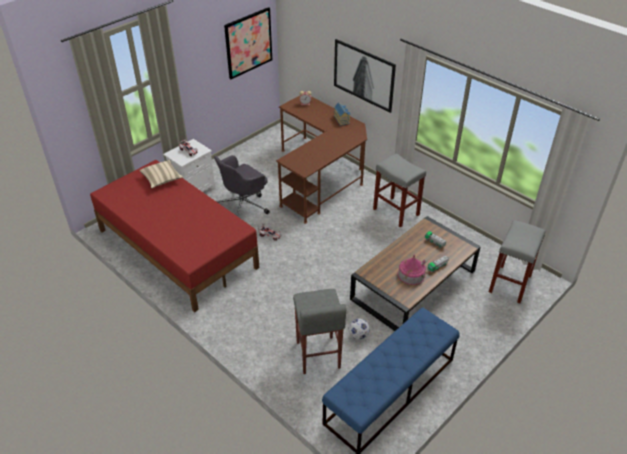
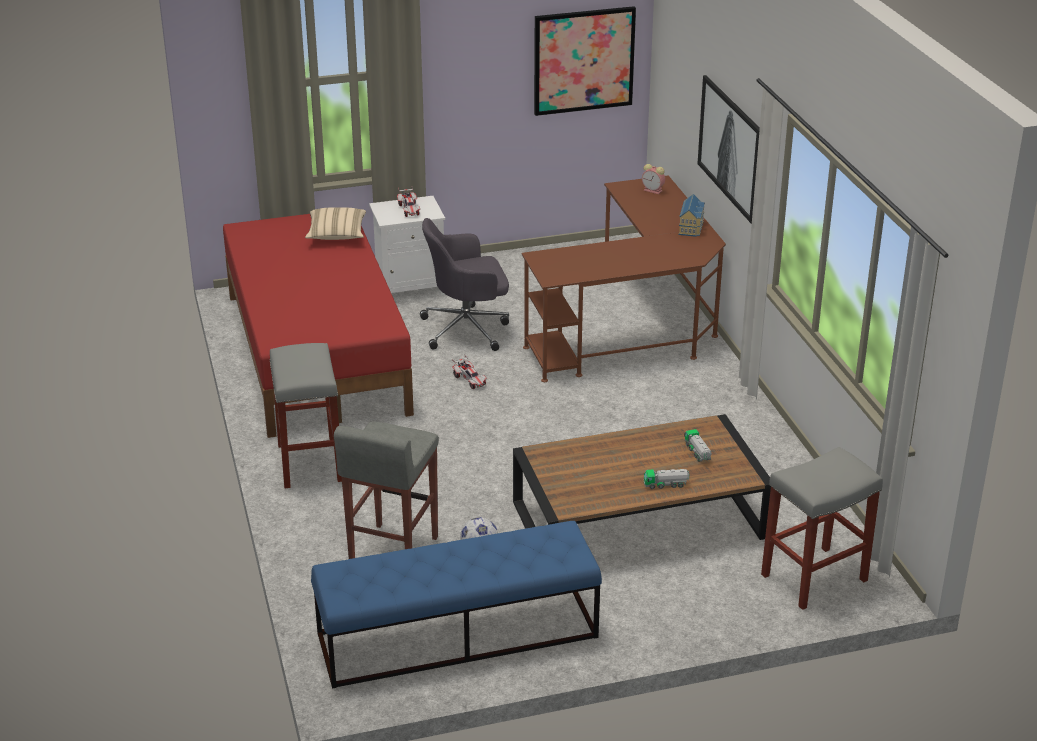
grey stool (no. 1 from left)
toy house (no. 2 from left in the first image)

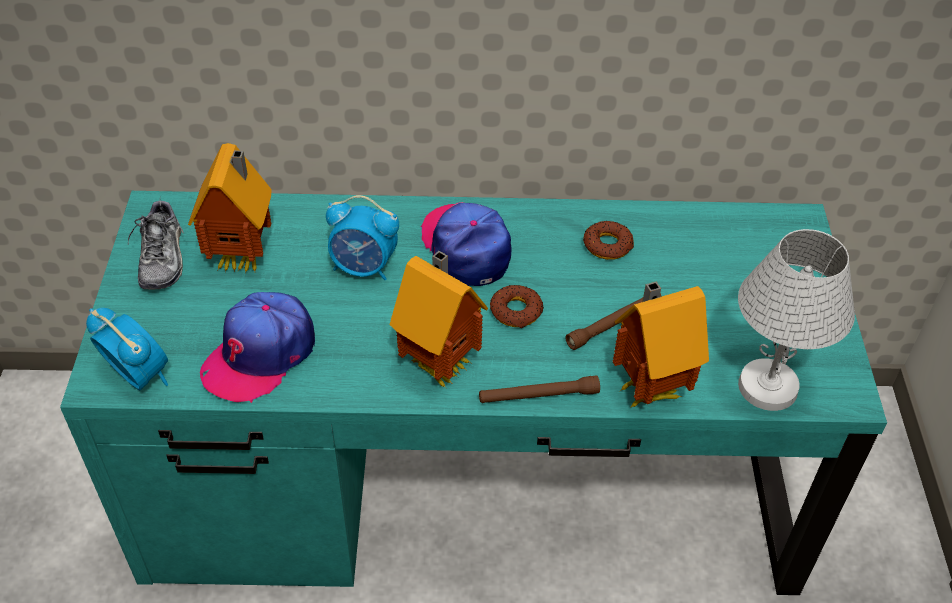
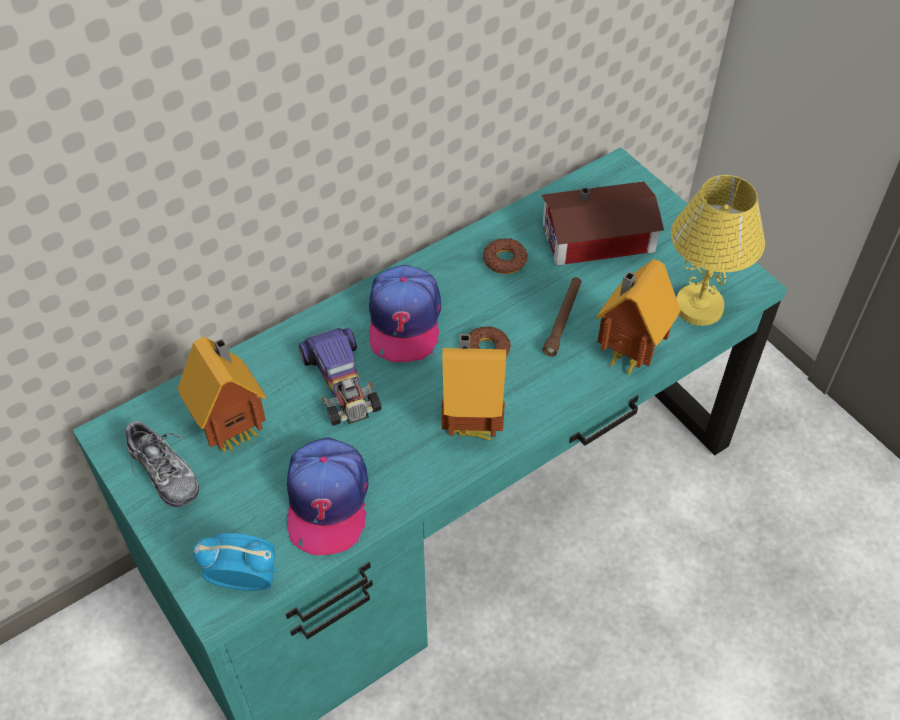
toy car
cap (no. 2 from left)
yellow table lamp
brown flashlight (no. 1 from left in the first image)
toy house (no. 3 from left)

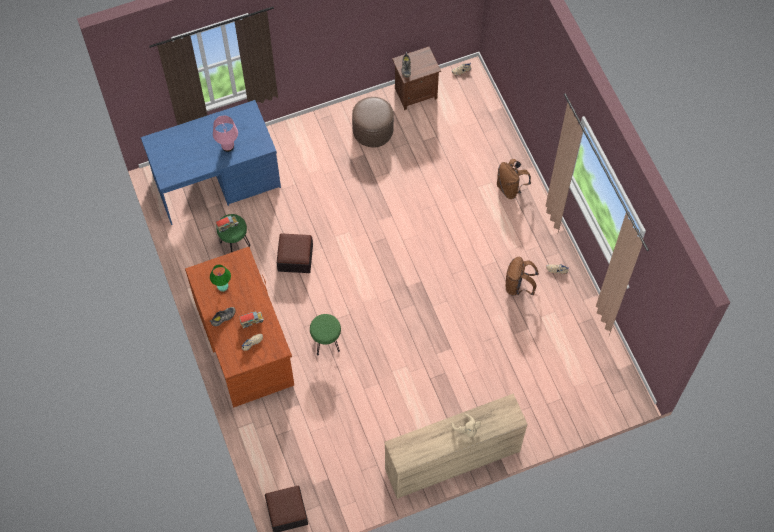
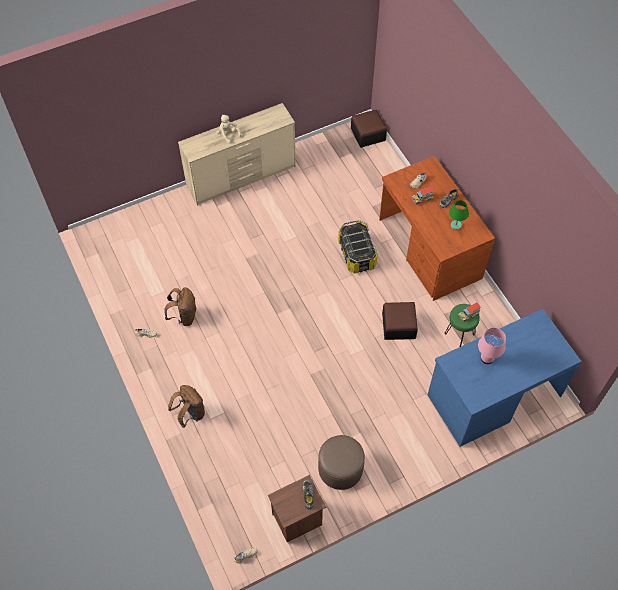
storage box

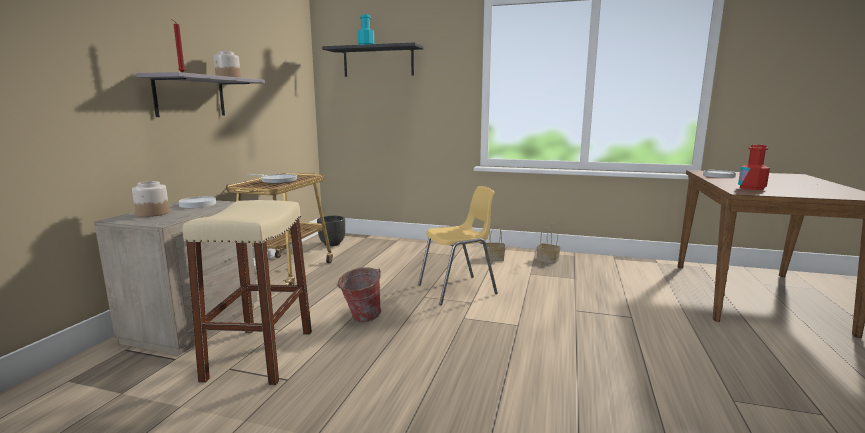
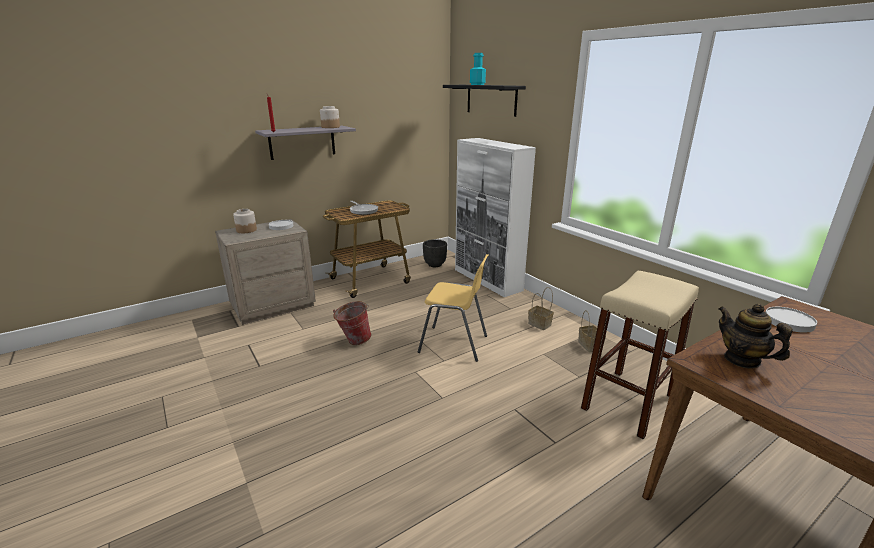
teapot
beige stool
white cabinet

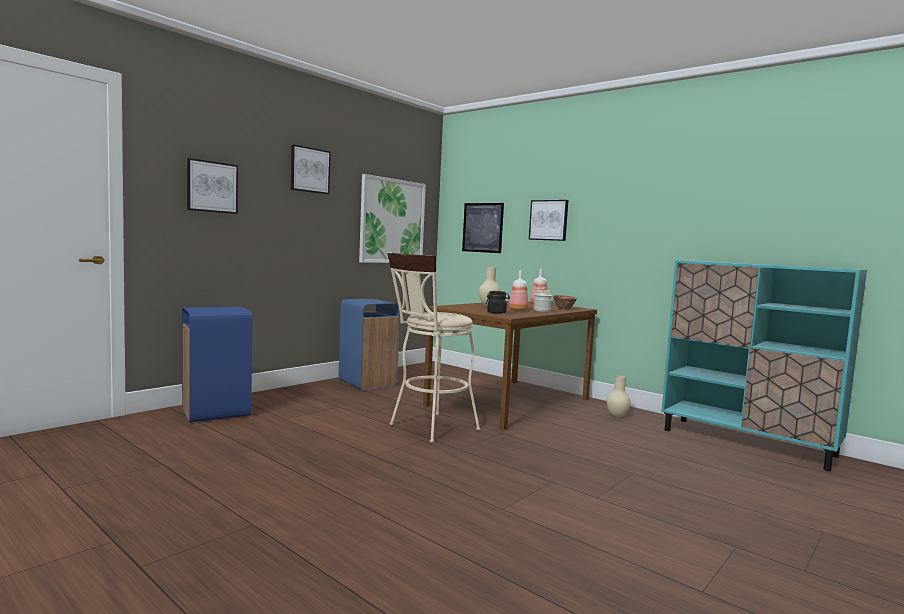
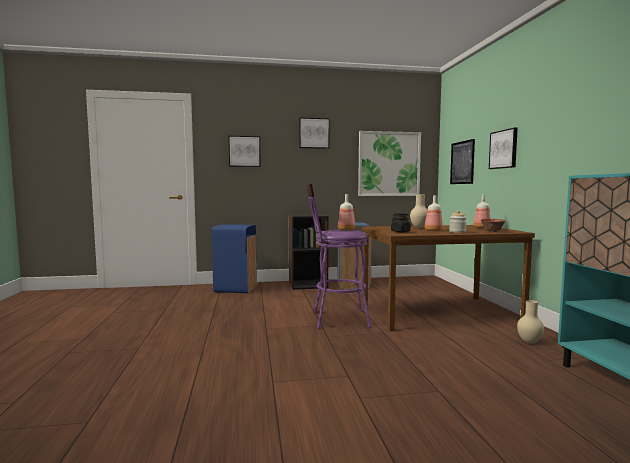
purple stool
bottle (no. 1 from left)
black bookcase

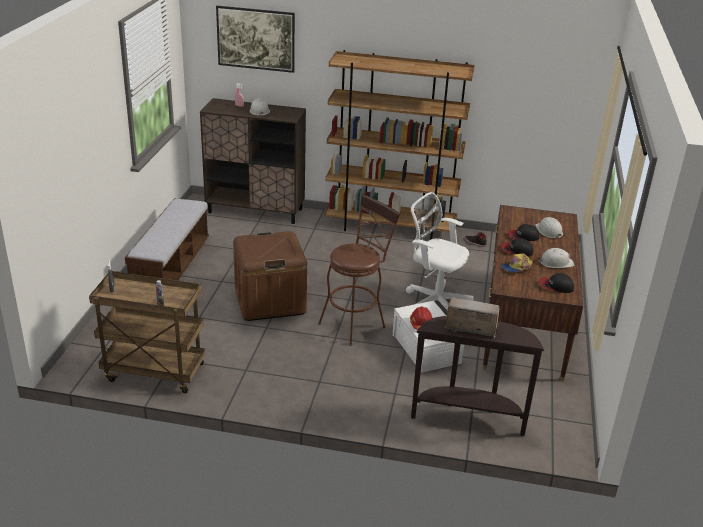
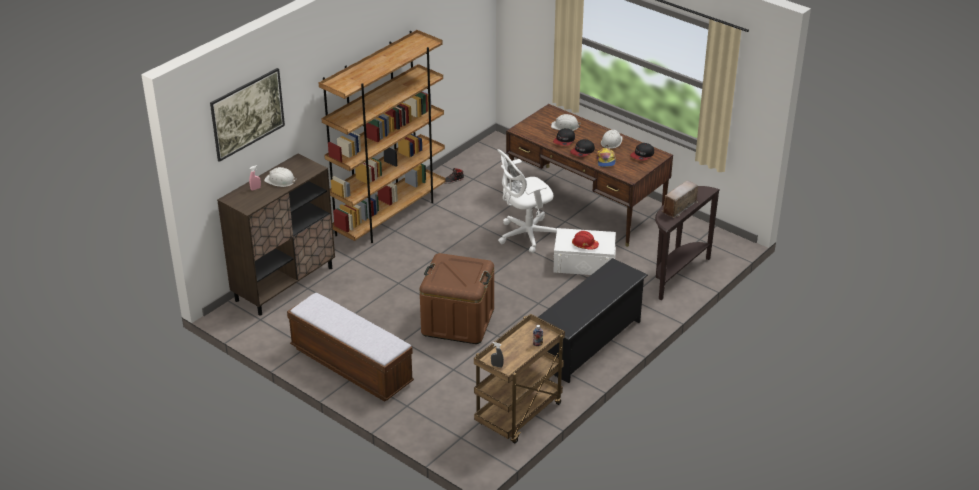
brown stool
black shoe rack

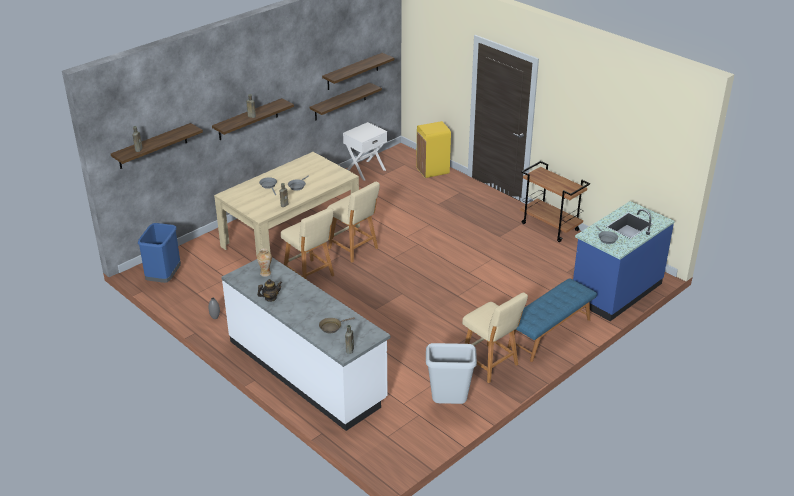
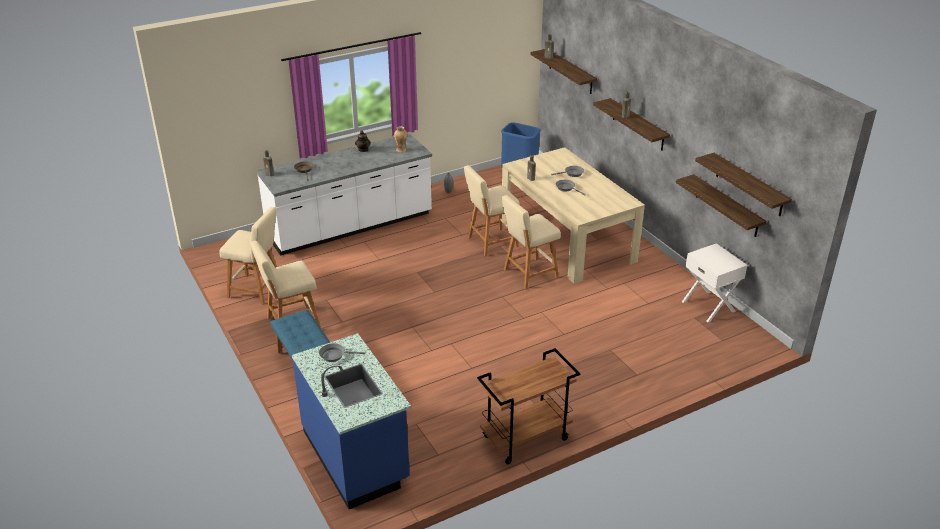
yellow trash can
beige stool (no. 1 from left)

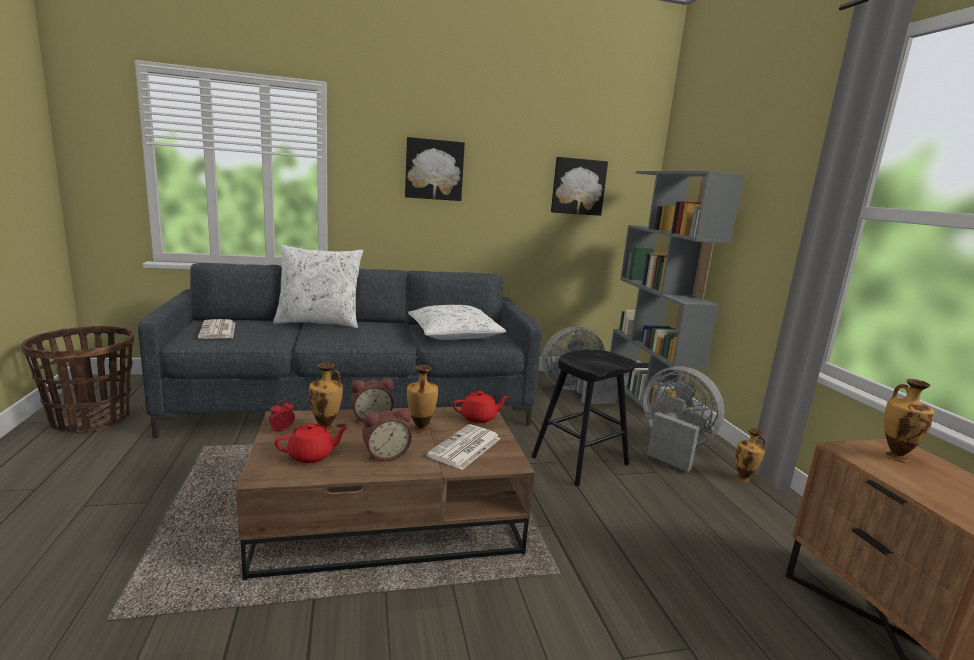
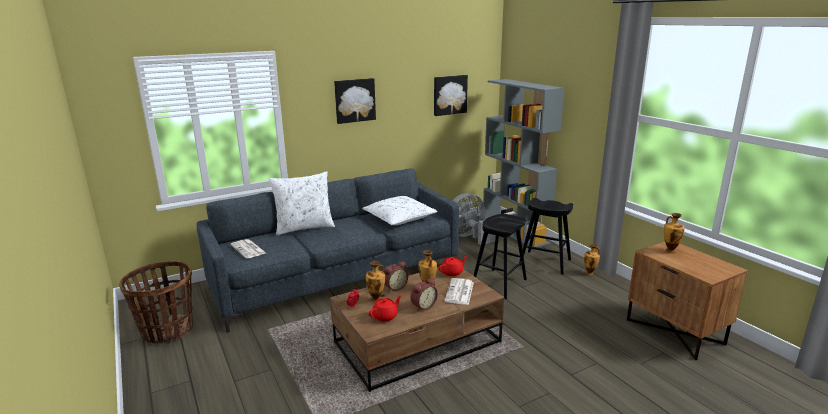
black stool (no. 2 from left)

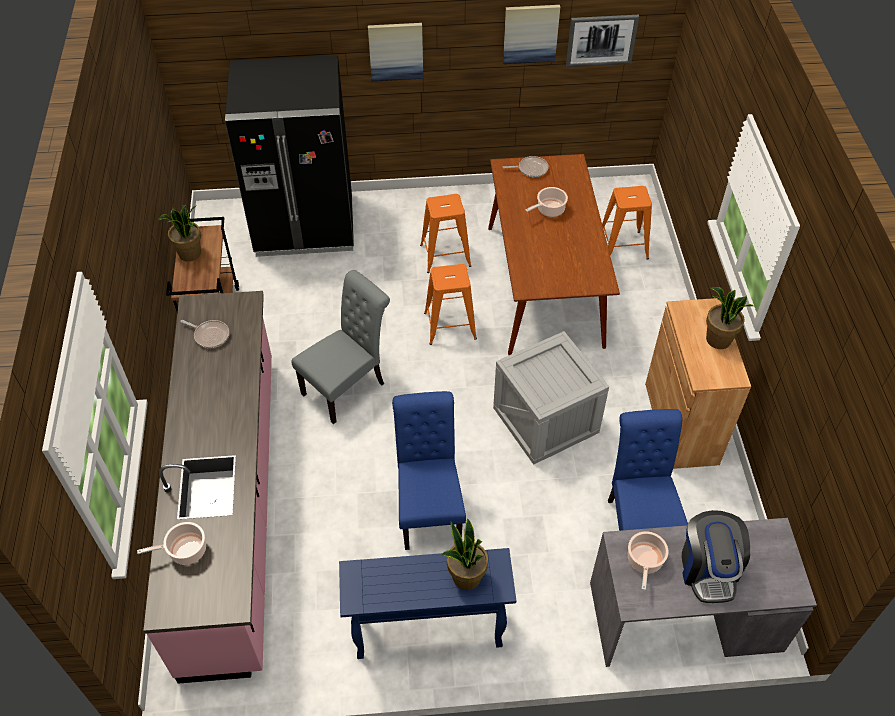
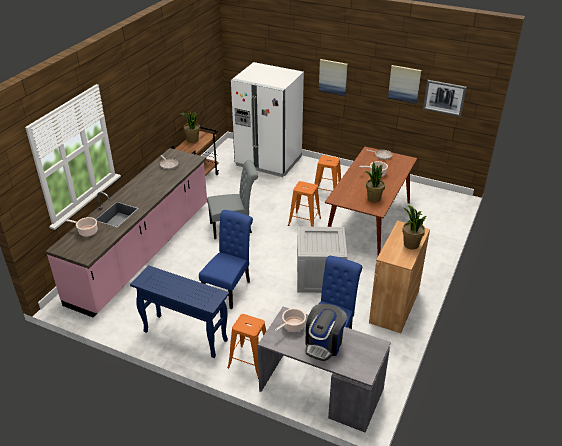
white fridge
orange stool (no. 1 from left)
potted plant (no. 2 from left)

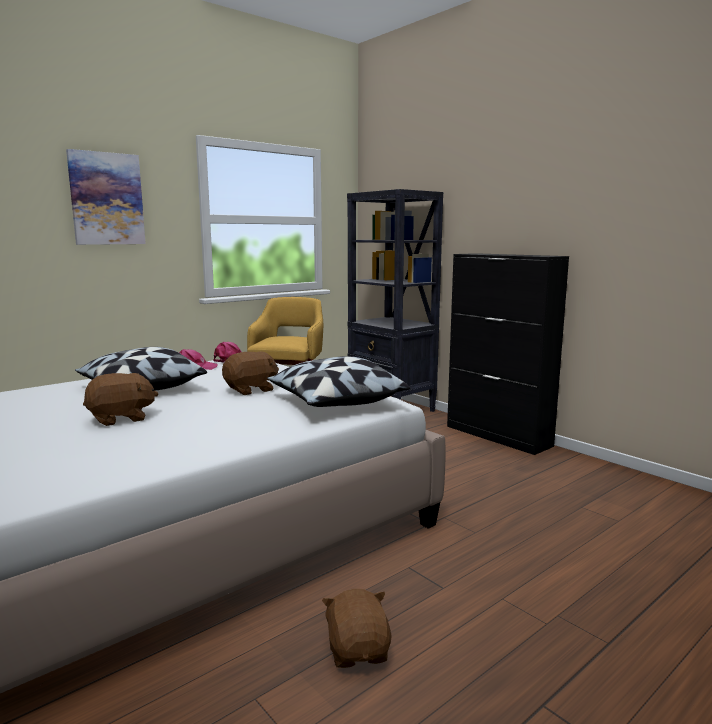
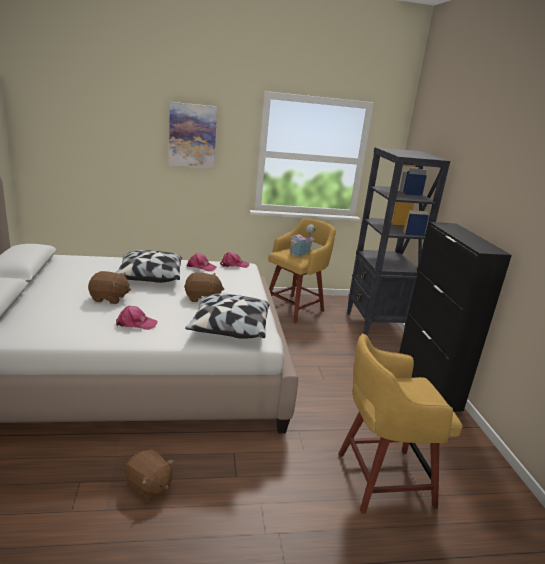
brown plush toy (no. 2 from left)
toy house
pink cap (no. 1 from left)
yellow stool (no. 2 from left)

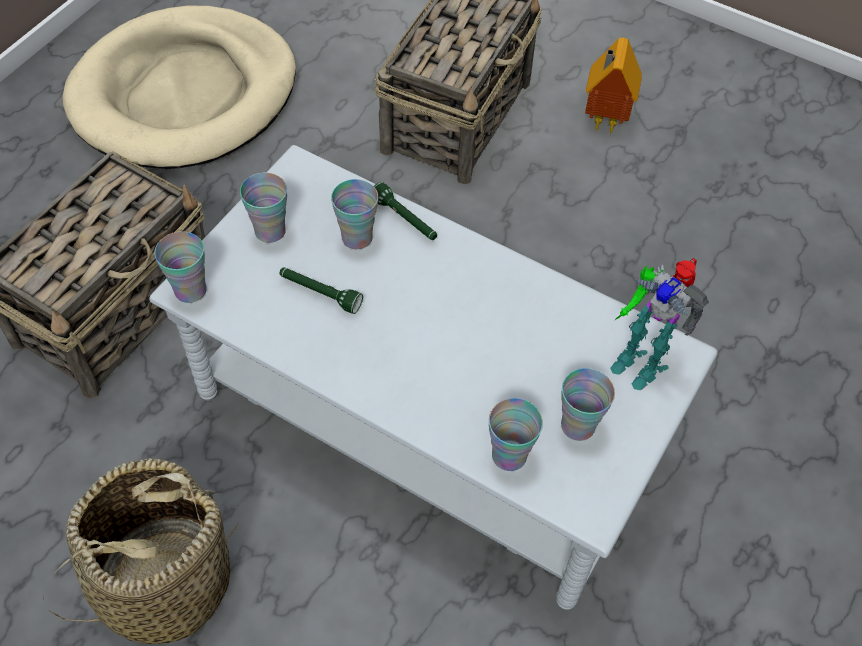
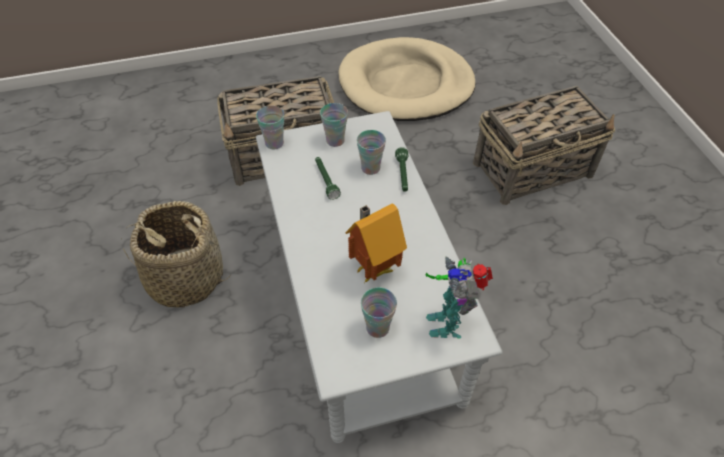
toy house
cup (no. 4 from left in the first image)

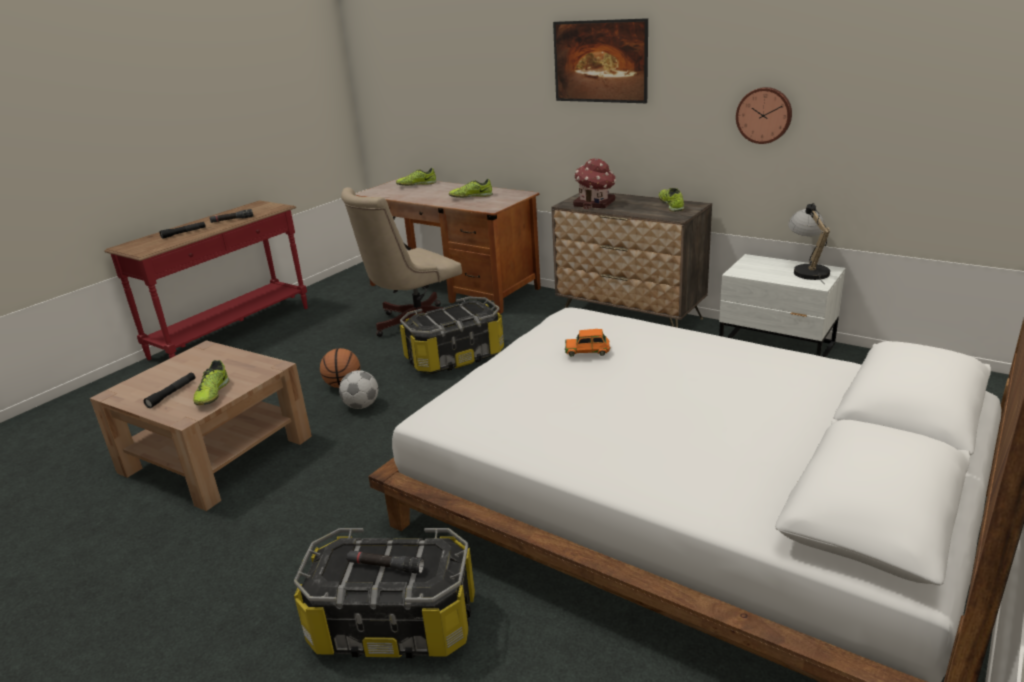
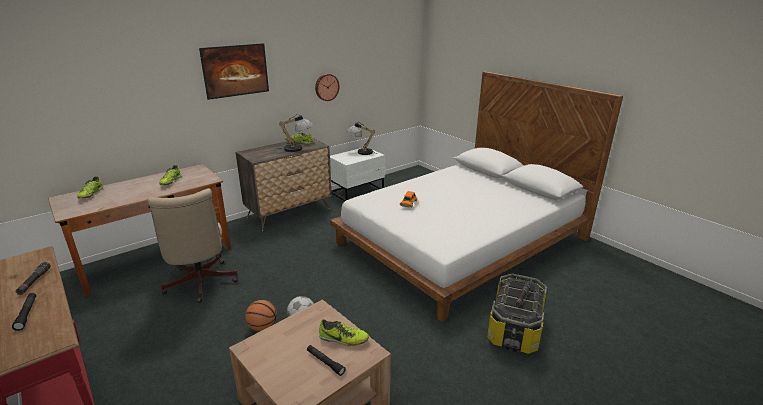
toy house
storage box (no. 2 from left in the first image)
table lamp (no. 1 from left)

